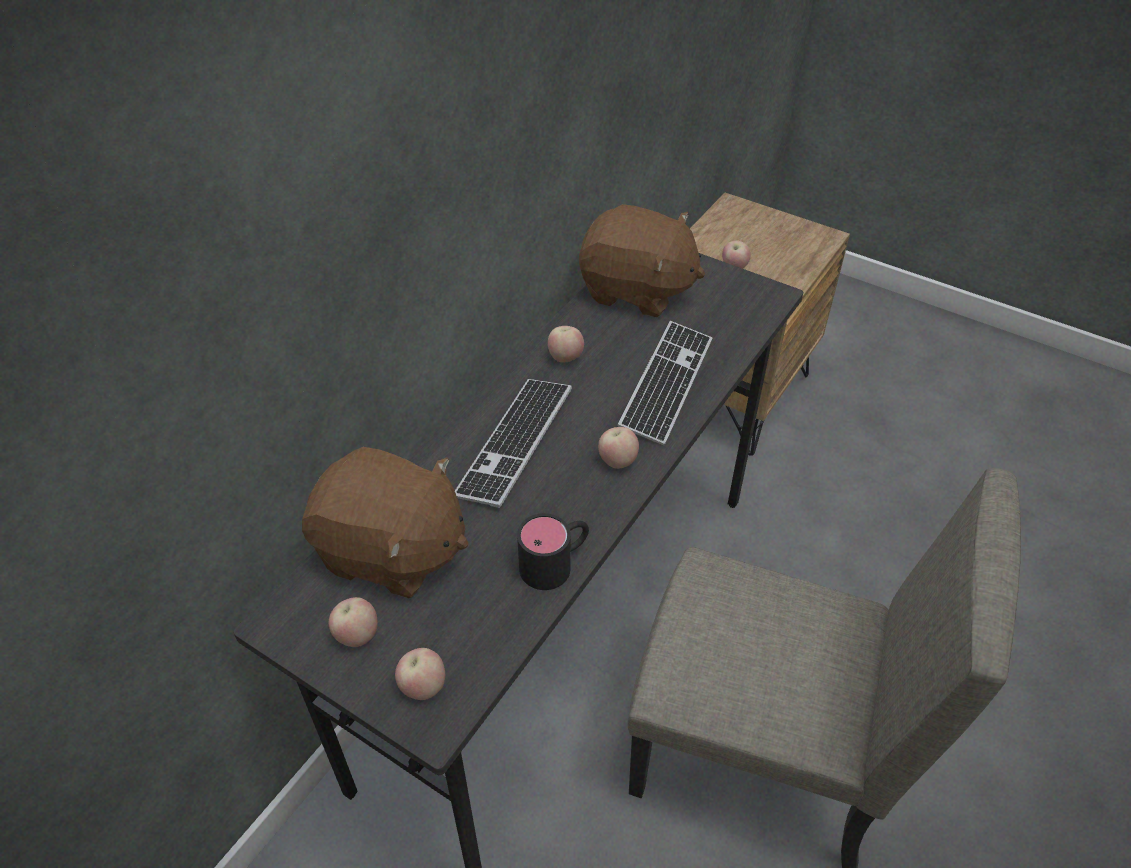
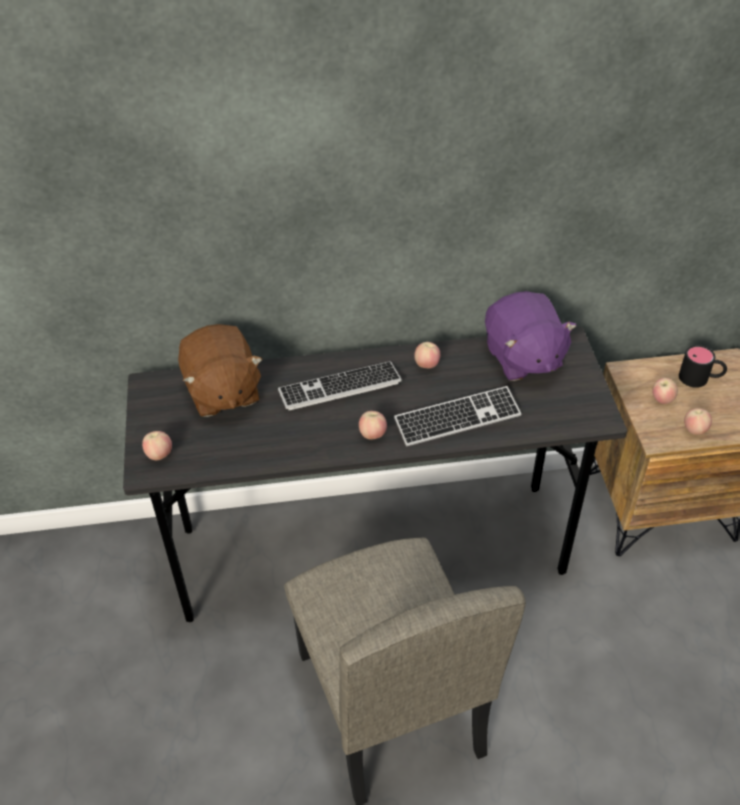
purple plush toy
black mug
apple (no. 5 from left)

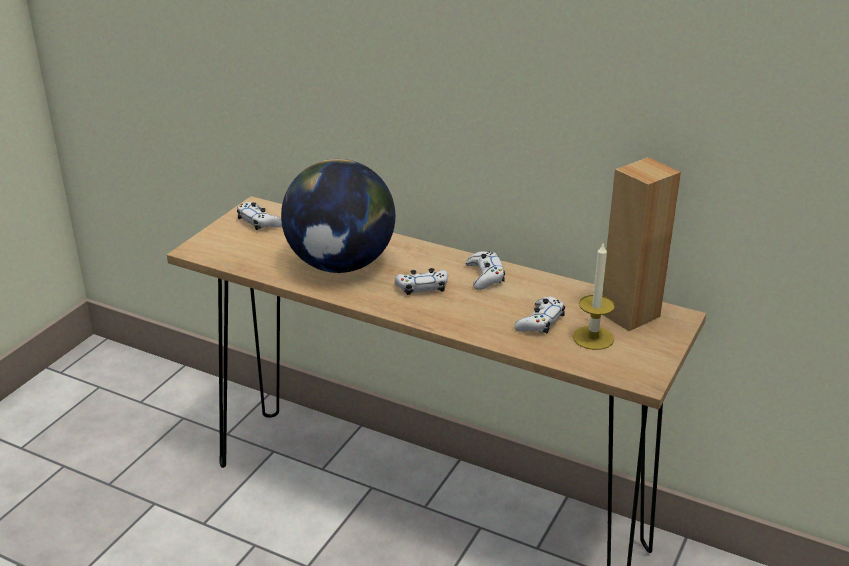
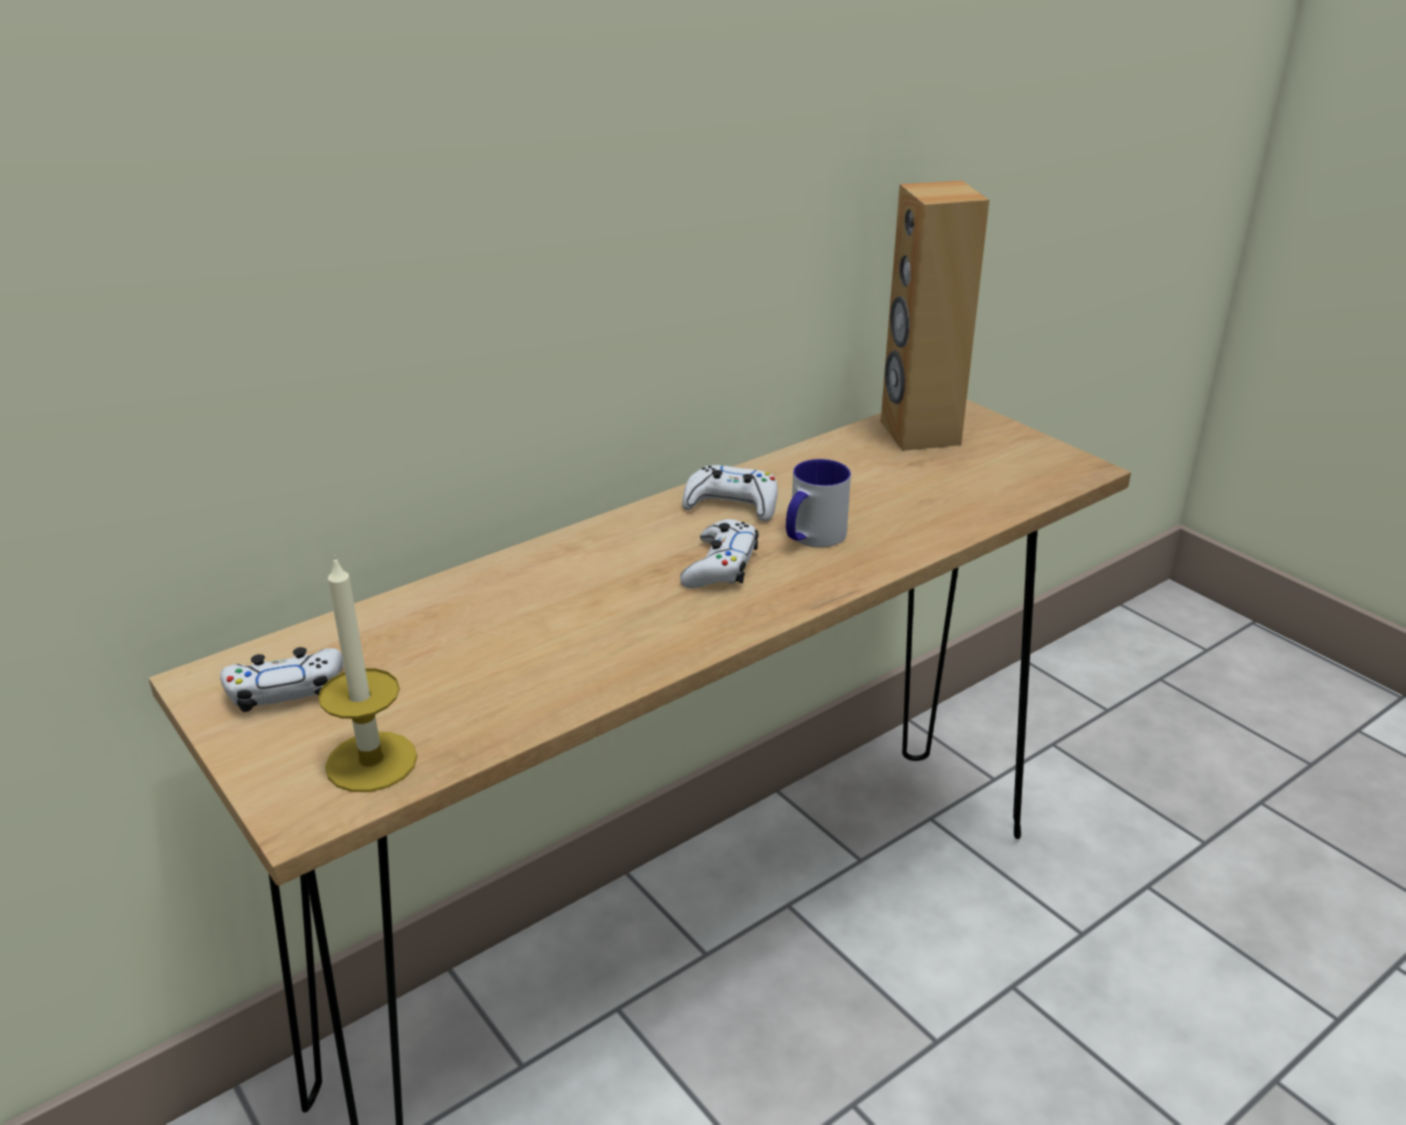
globe
candle
white game controller (no. 4 from left in the first image)
mug

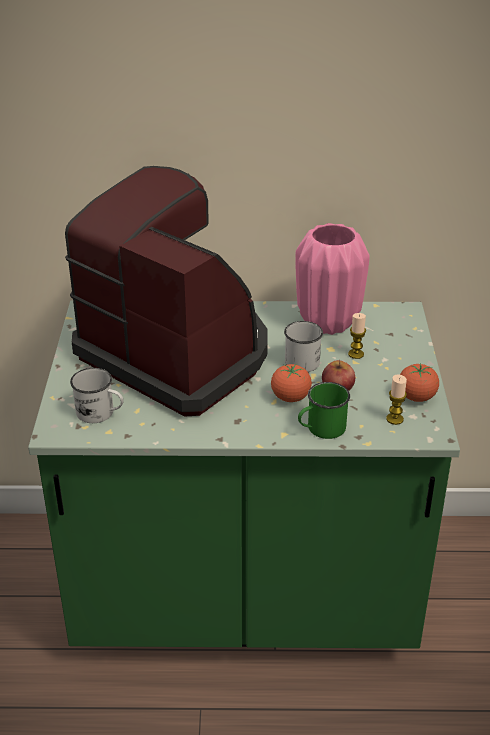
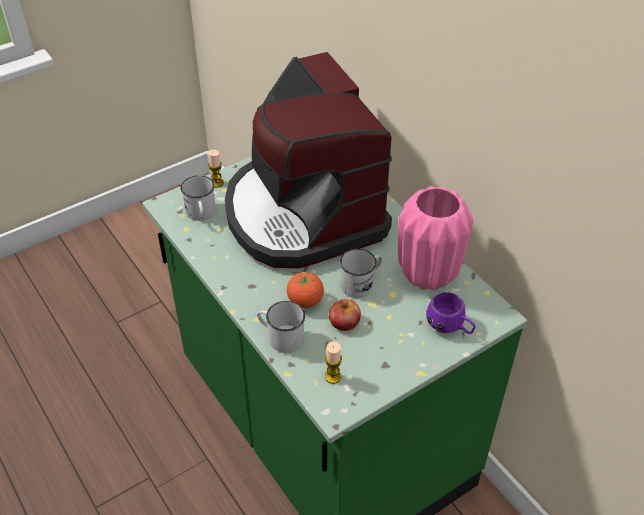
coffee machine
candle (no. 1 from left)
tomato (no. 2 from left in the first image)
white mug (no. 2 from left)
purple mug

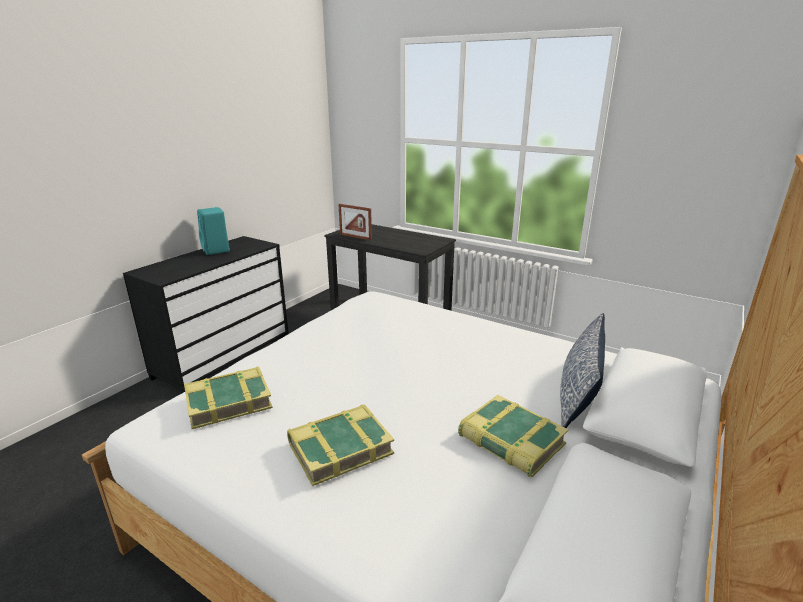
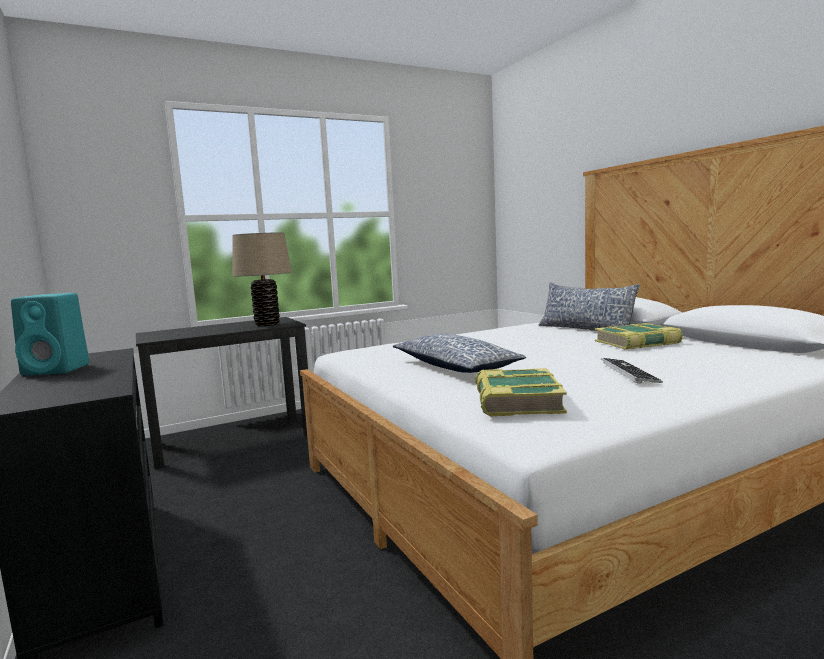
picture frame
keyboard
beige table lamp
pillow (no. 1 from left)

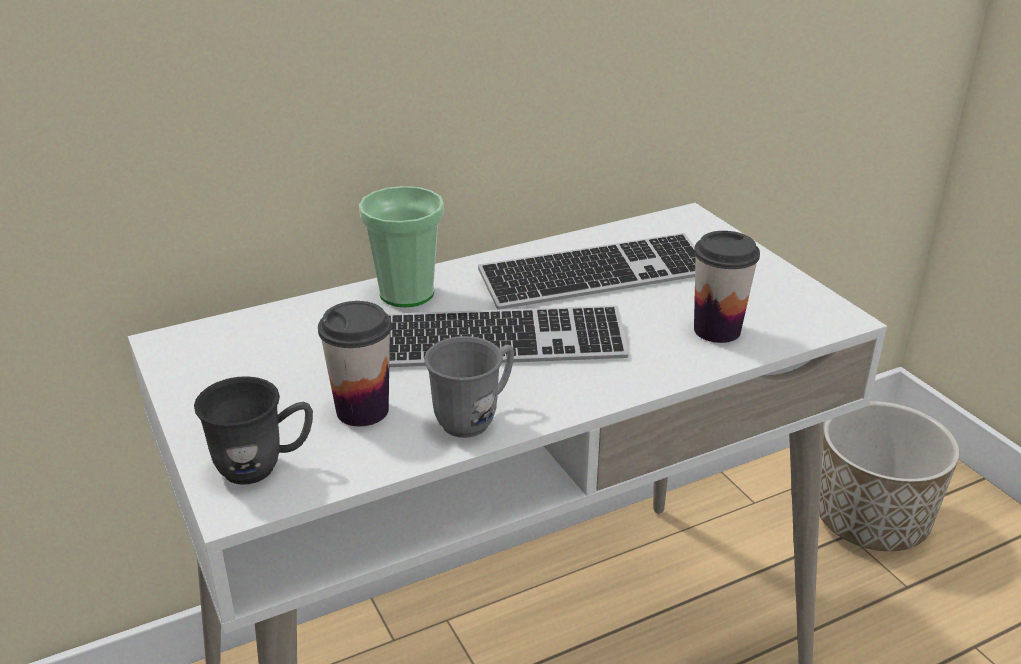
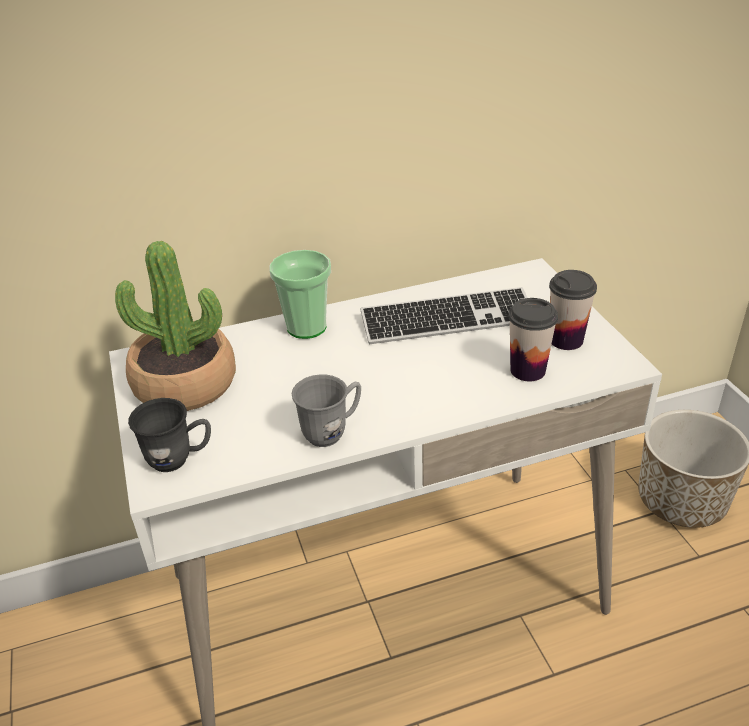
cup (no. 3 from left)
keyboard (no. 1 from left in the first image)
potted plant

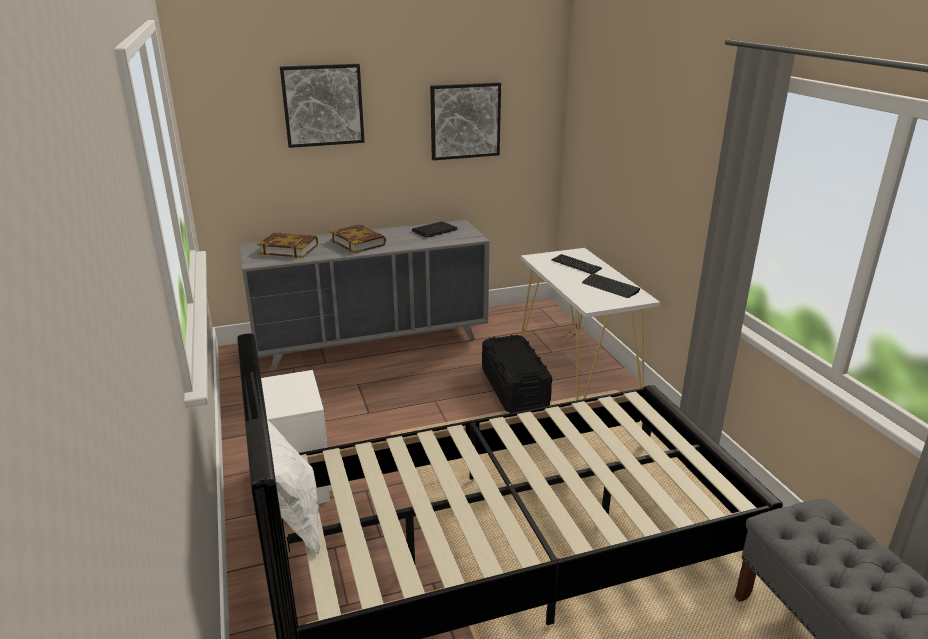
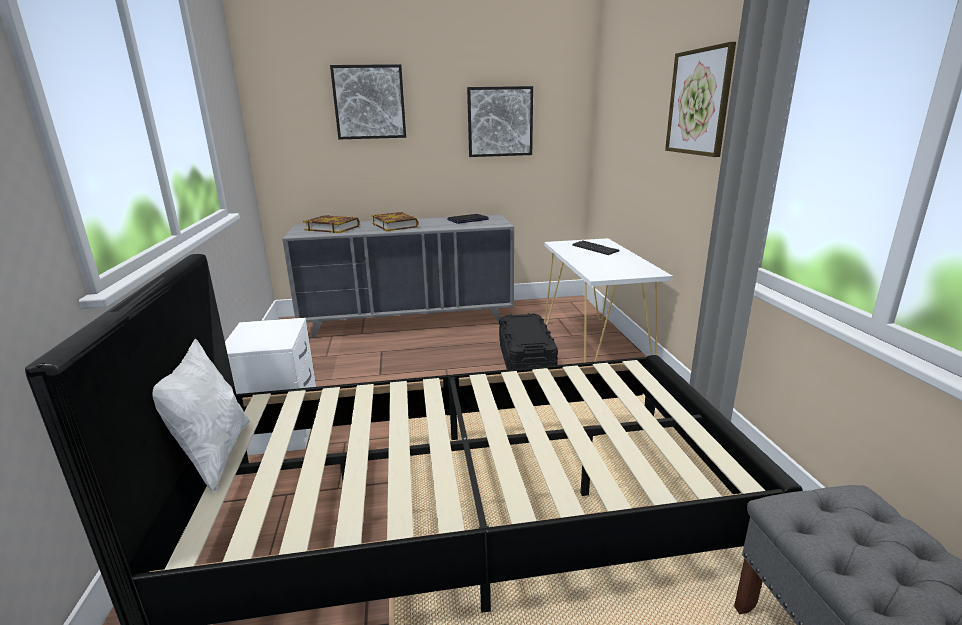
keyboard (no. 2 from left in the first image)
picture (no. 3 from left)

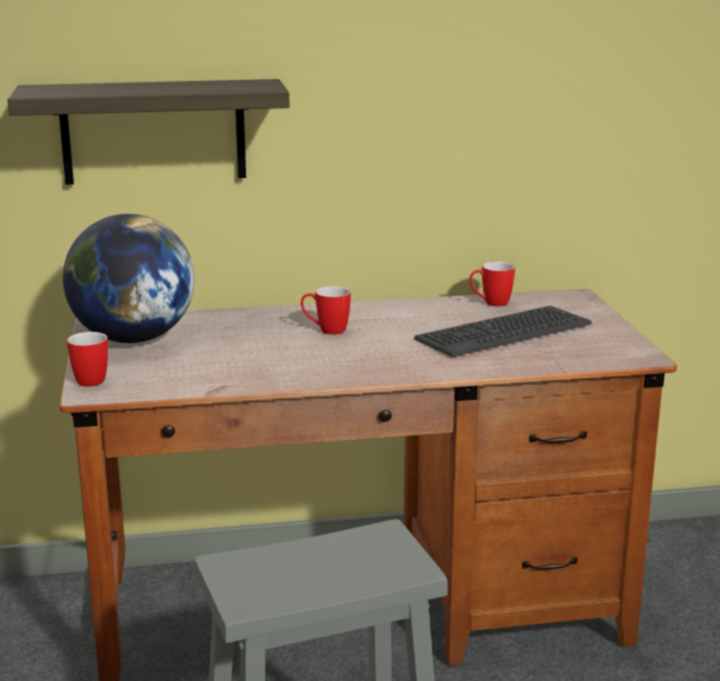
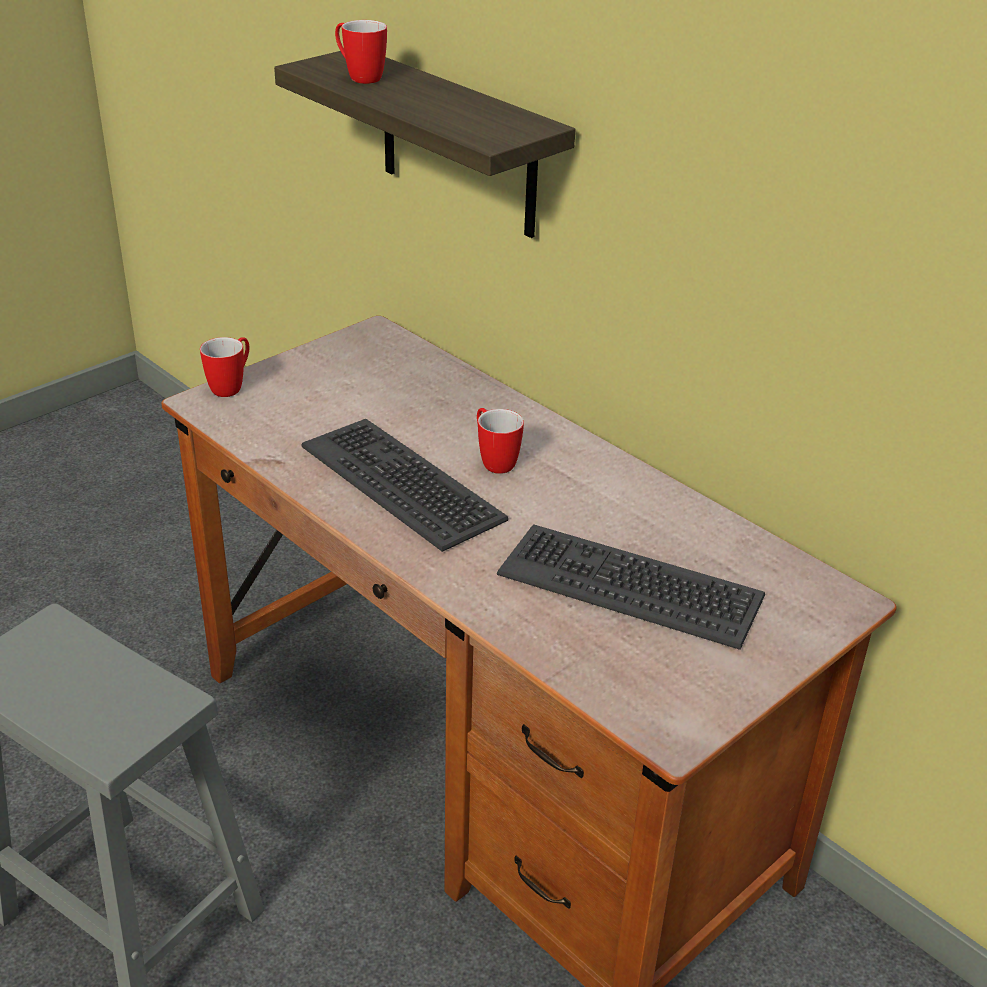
globe
mug (no. 2 from left)
keyboard (no. 1 from left)

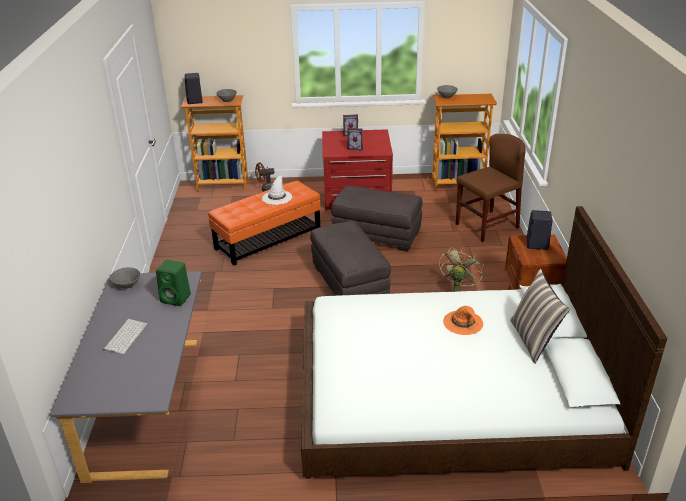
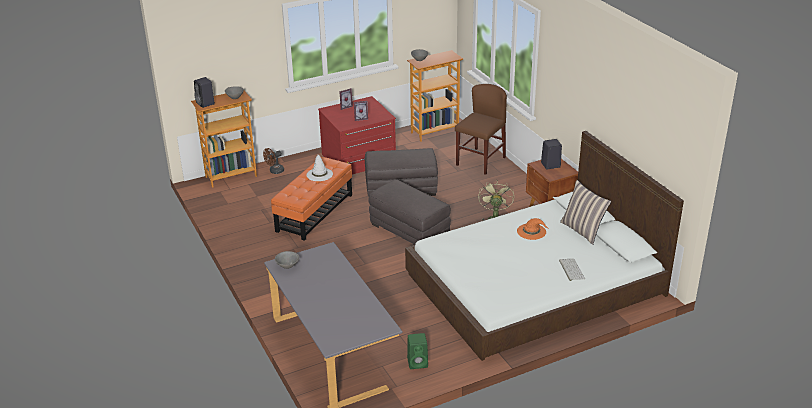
green speaker
keyboard

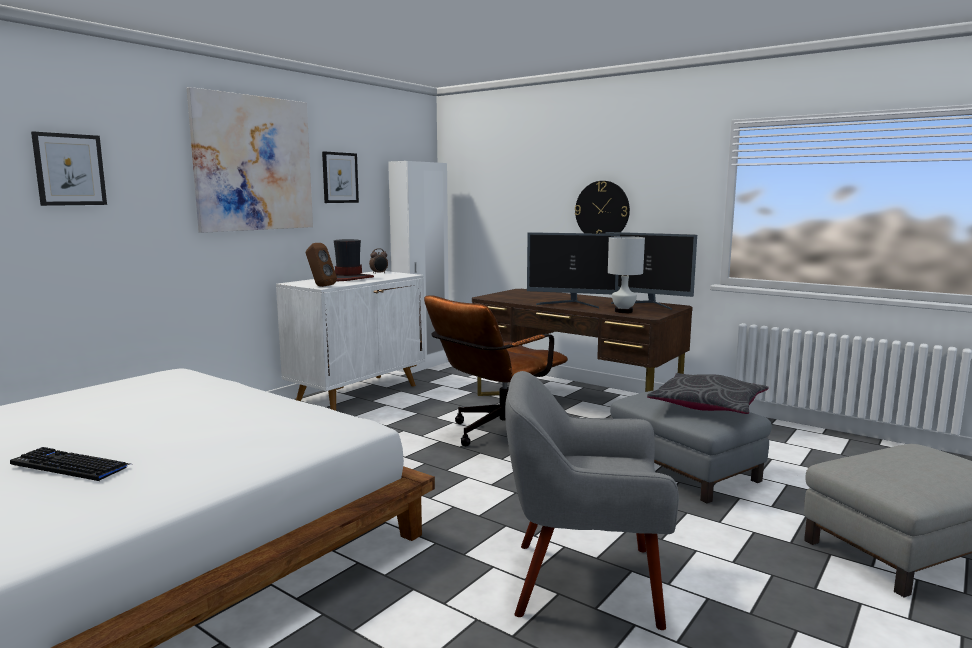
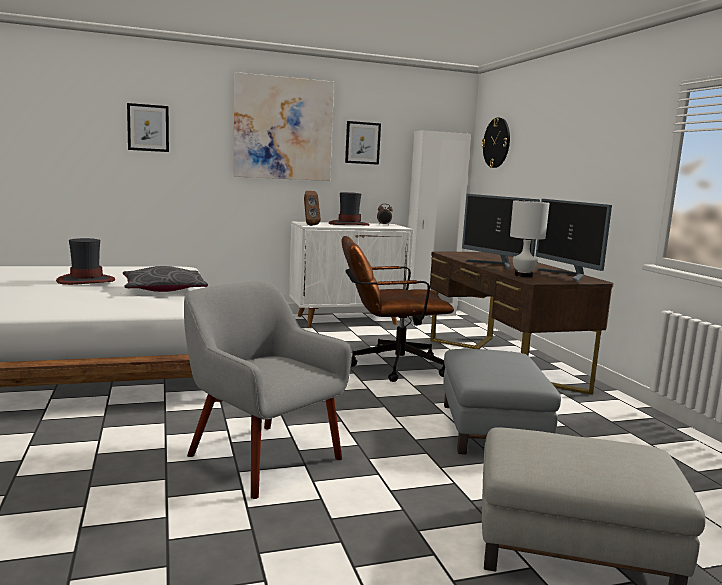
wall clock
grey pillow
keyboard
hat (no. 1 from left)

